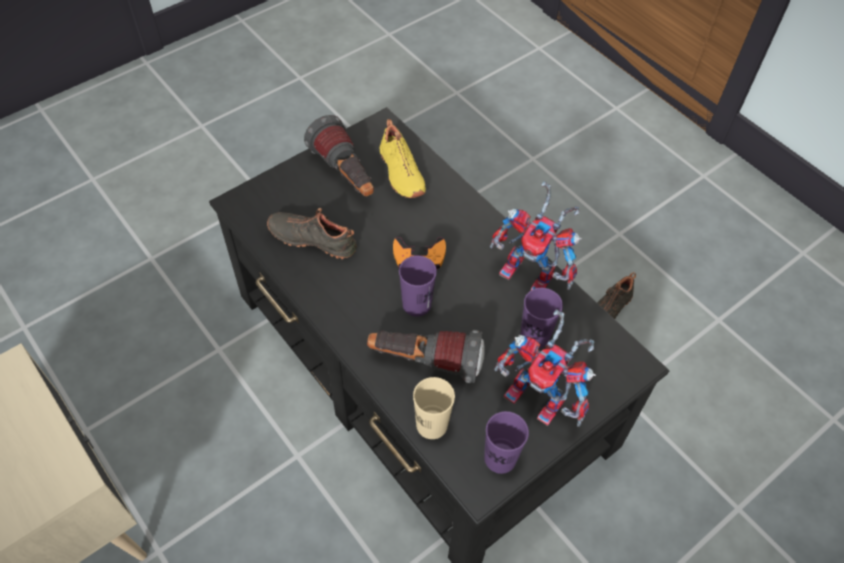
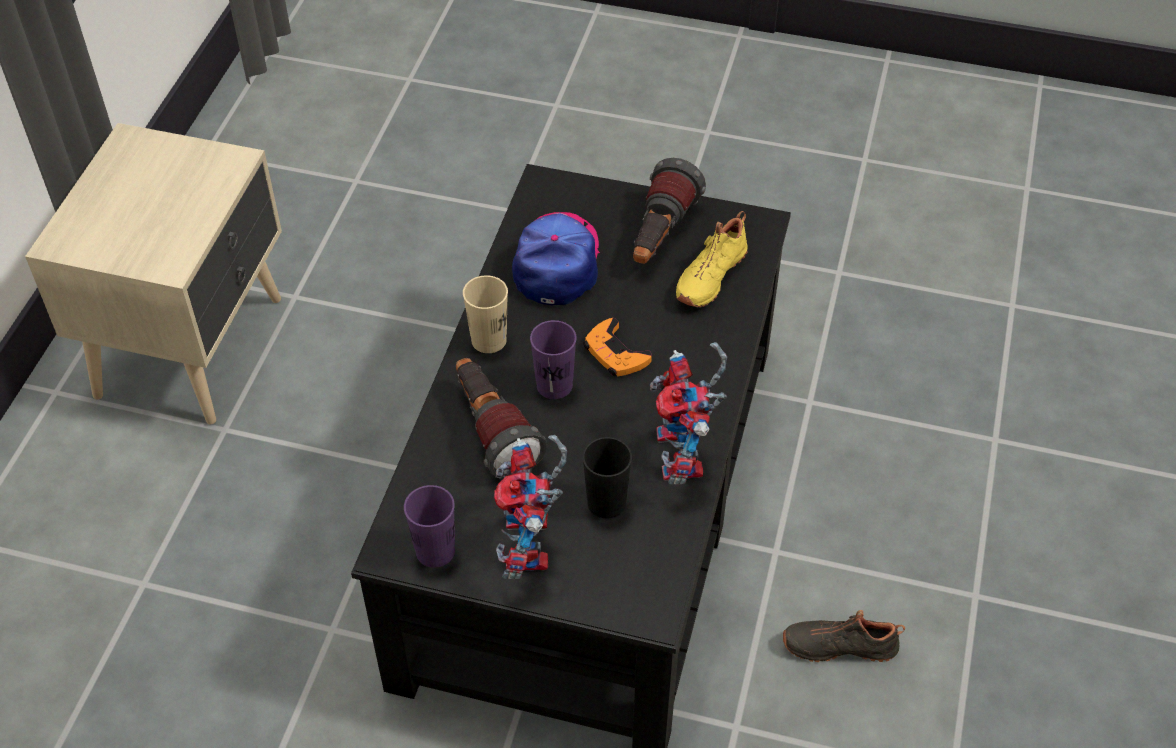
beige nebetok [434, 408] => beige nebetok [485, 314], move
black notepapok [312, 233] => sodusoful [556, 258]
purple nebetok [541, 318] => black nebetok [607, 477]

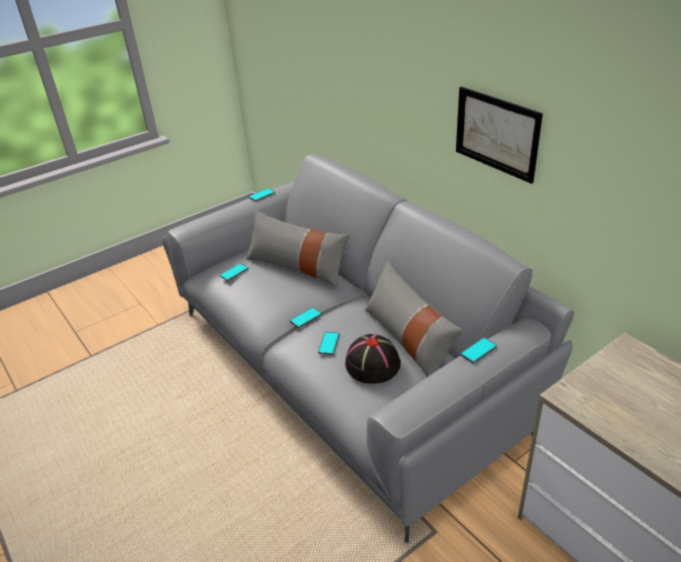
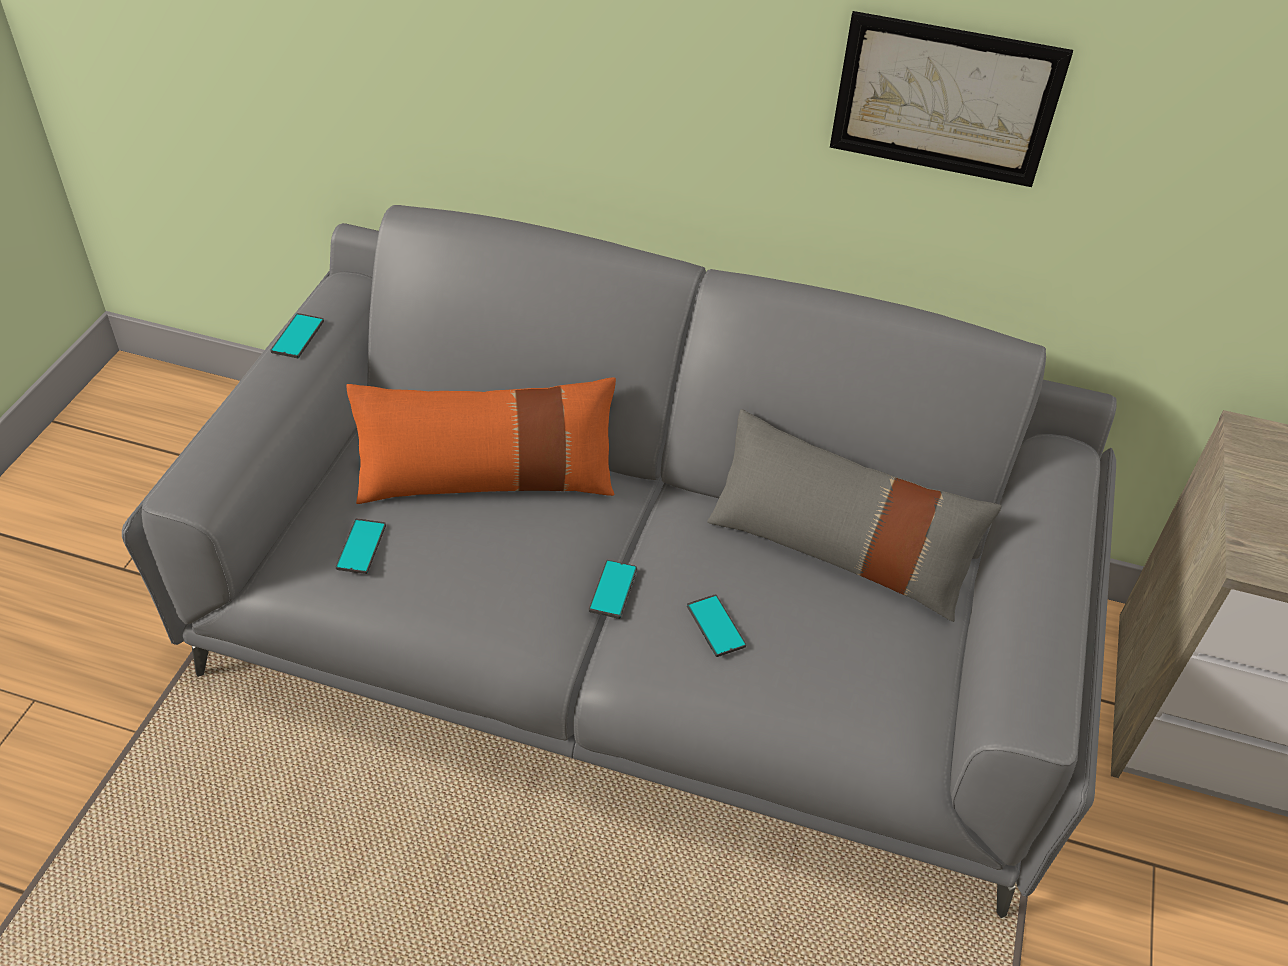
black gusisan [373, 359] => nothing
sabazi [478, 350] => nothing
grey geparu [297, 248] => orange geparu [481, 440]

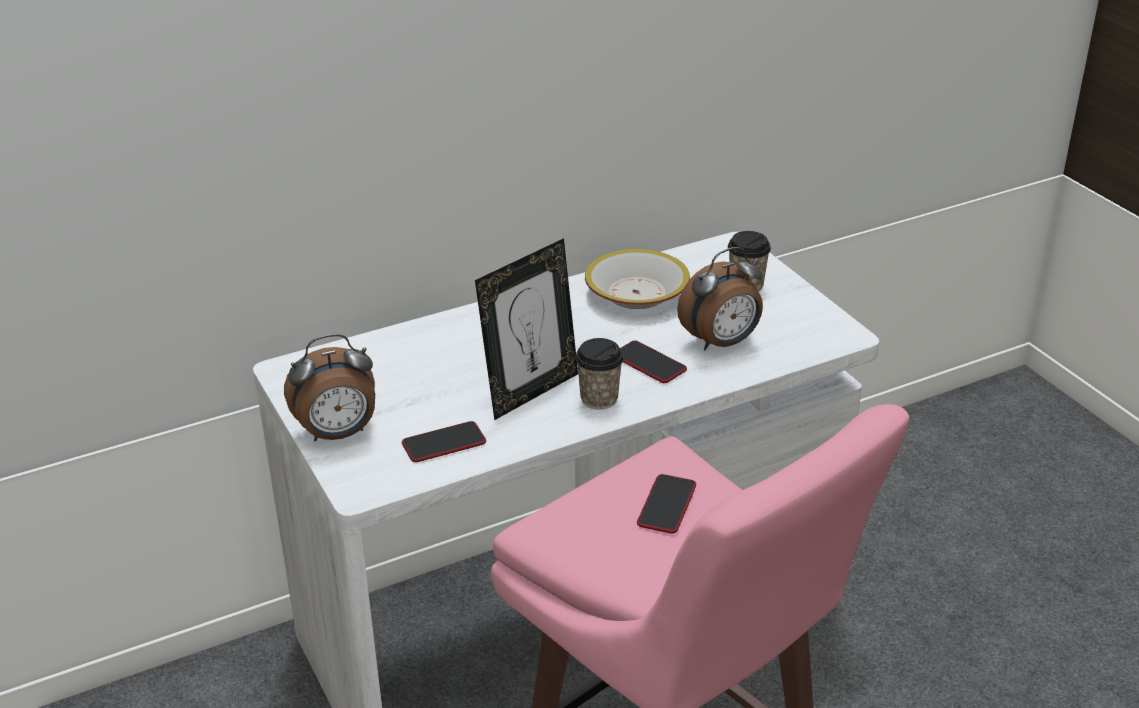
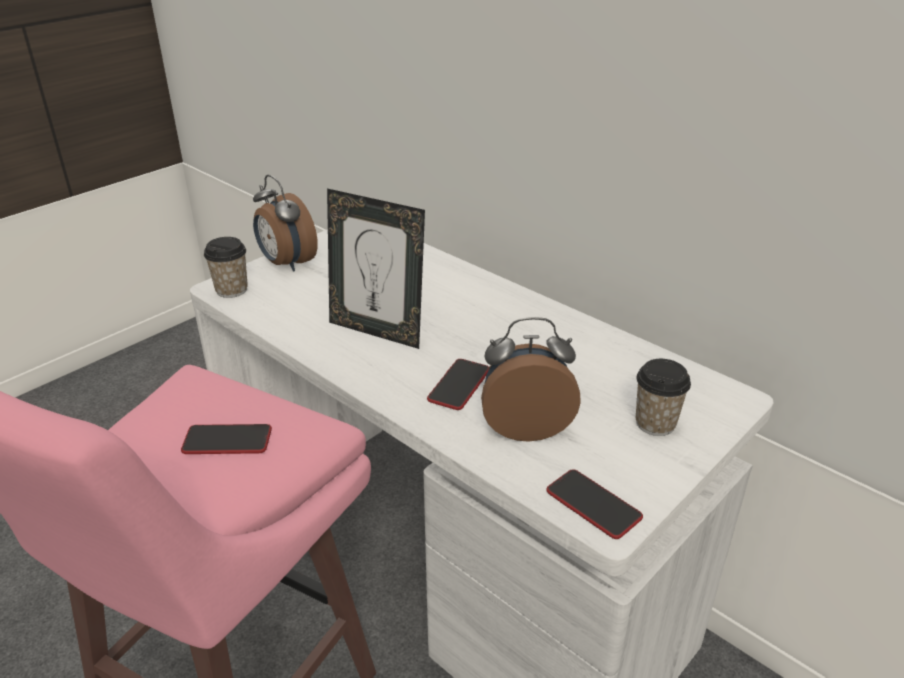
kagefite [637, 279] => nothing
sabazi [444, 441] => sabazi [594, 504], move
nebetok [599, 373] => nebetok [226, 267], move
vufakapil [720, 298] => vufakapil [531, 379], 135 degrees clockwise

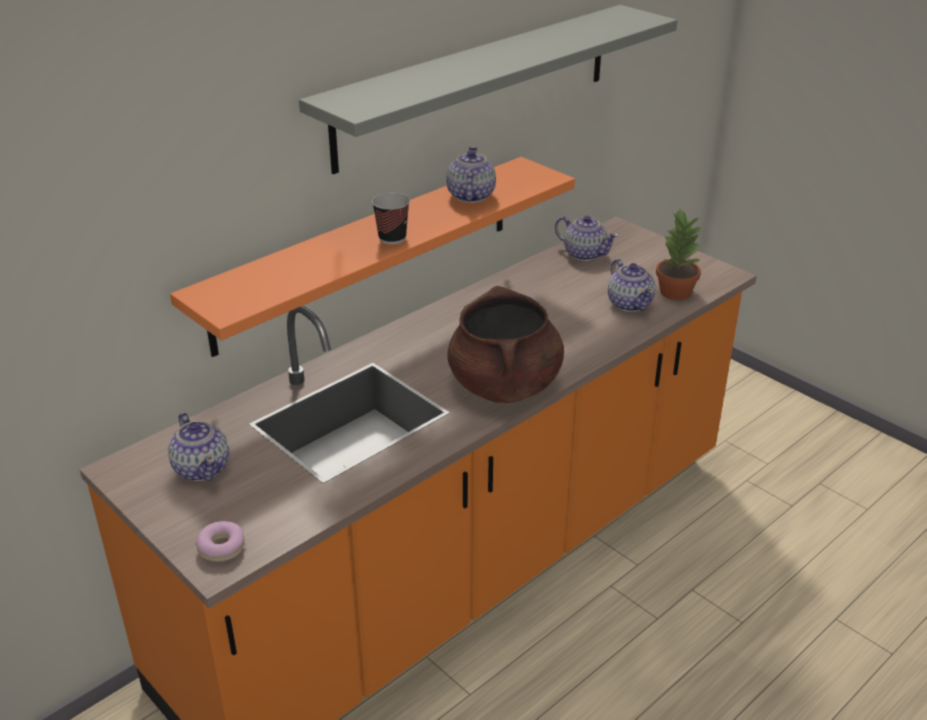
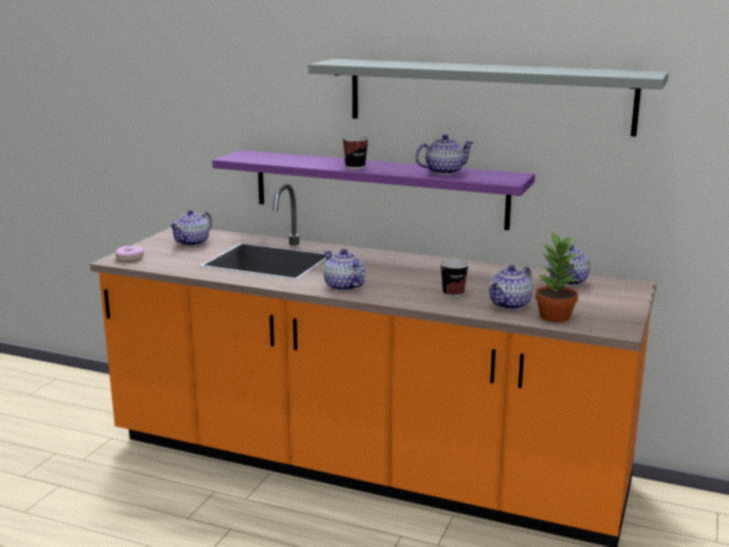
nothing => nebetok [454, 278]
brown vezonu [506, 344] => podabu [345, 270]
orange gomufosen [372, 257] => purple gomufosen [373, 190]

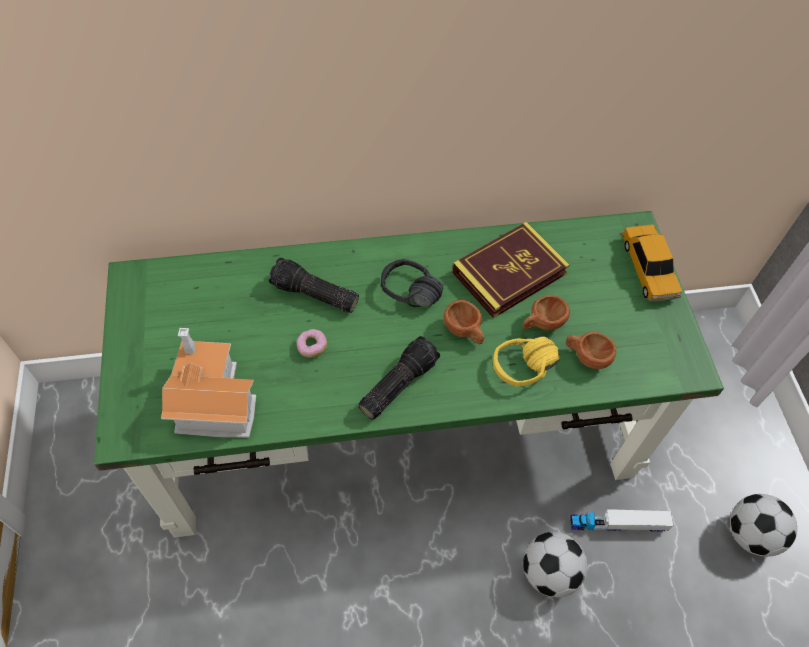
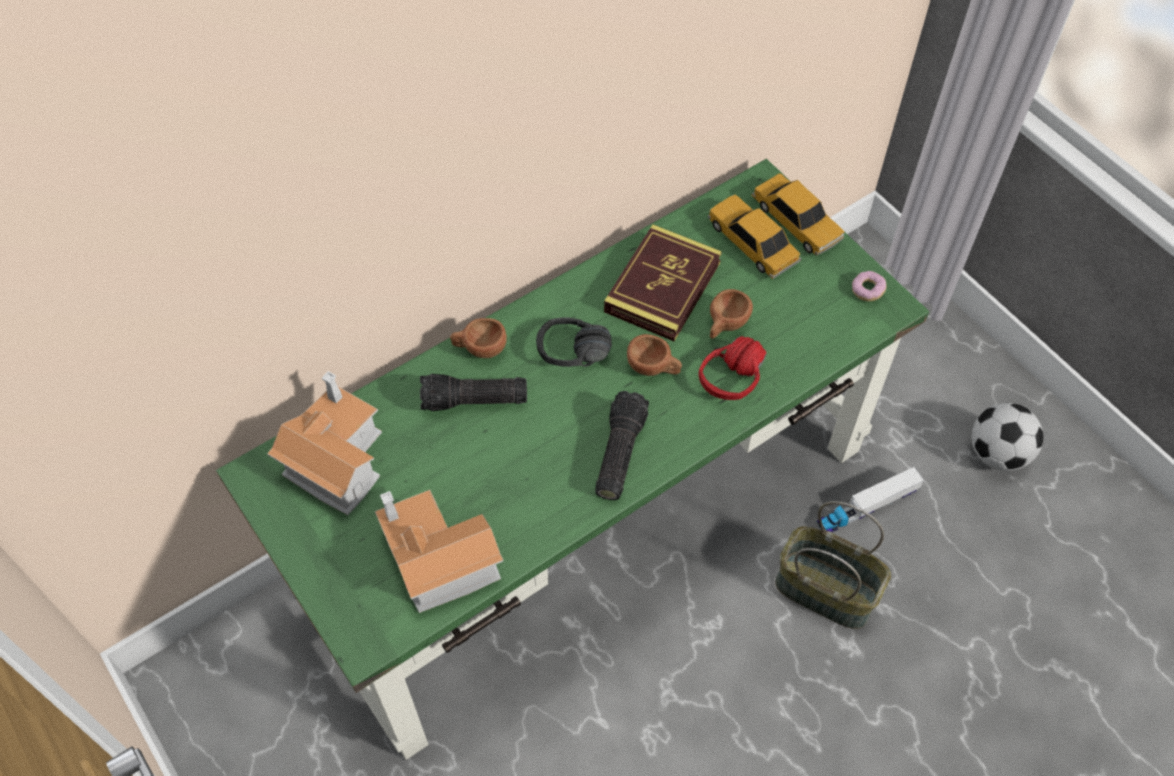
nothing => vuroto [324, 443]
nothing => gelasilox [754, 237]
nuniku [312, 343] => nuniku [869, 286], move
brown nebetok [591, 350] => brown nebetok [478, 338], move
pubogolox [555, 564] => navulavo [833, 565]
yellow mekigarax [526, 361] => red mekigarax [732, 368]

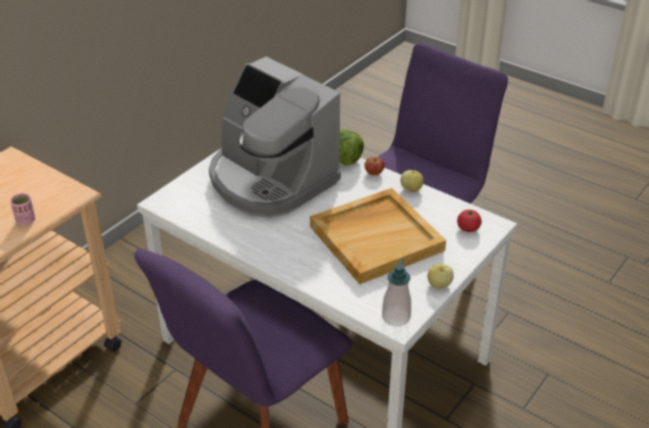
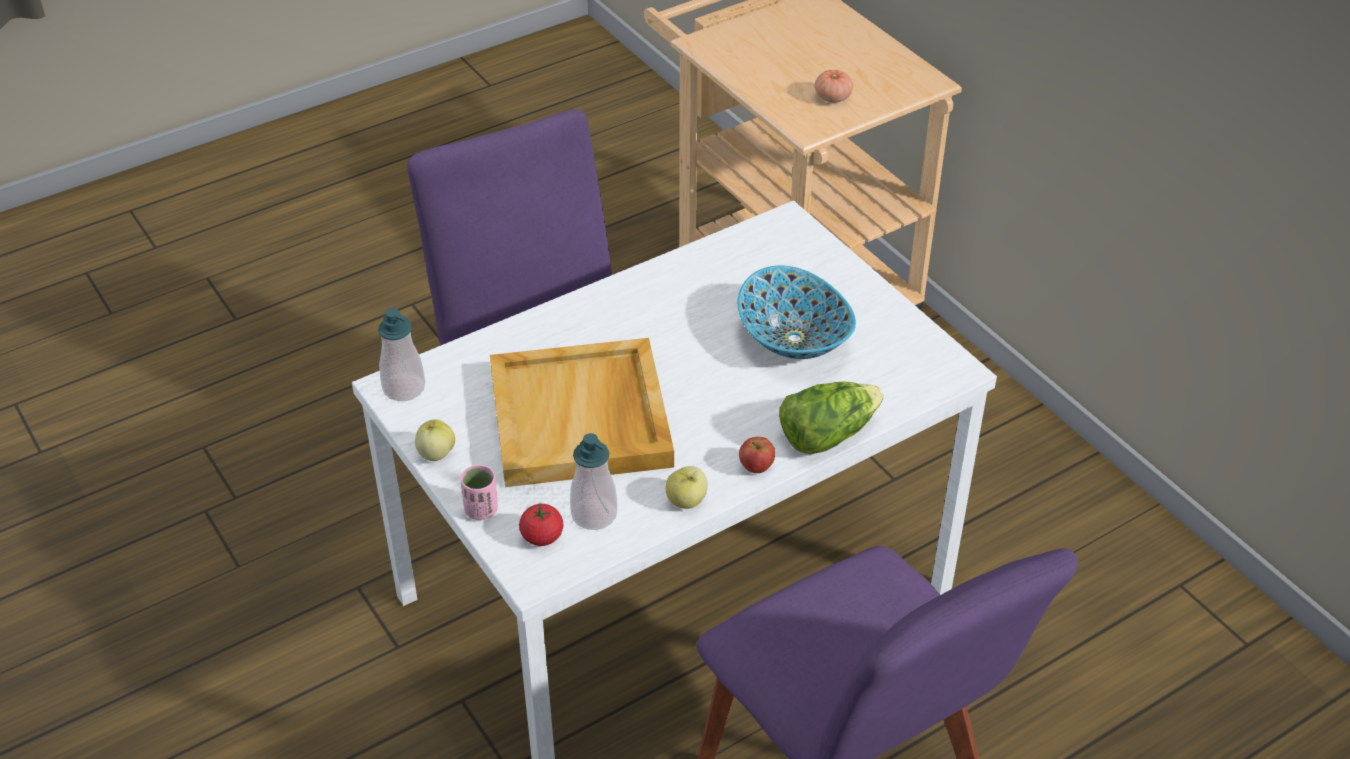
nothing => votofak [593, 481]
nothing => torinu [834, 86]
pink nebetok [22, 209] => pink nebetok [479, 492], move
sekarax [275, 136] => kagefite [796, 312]

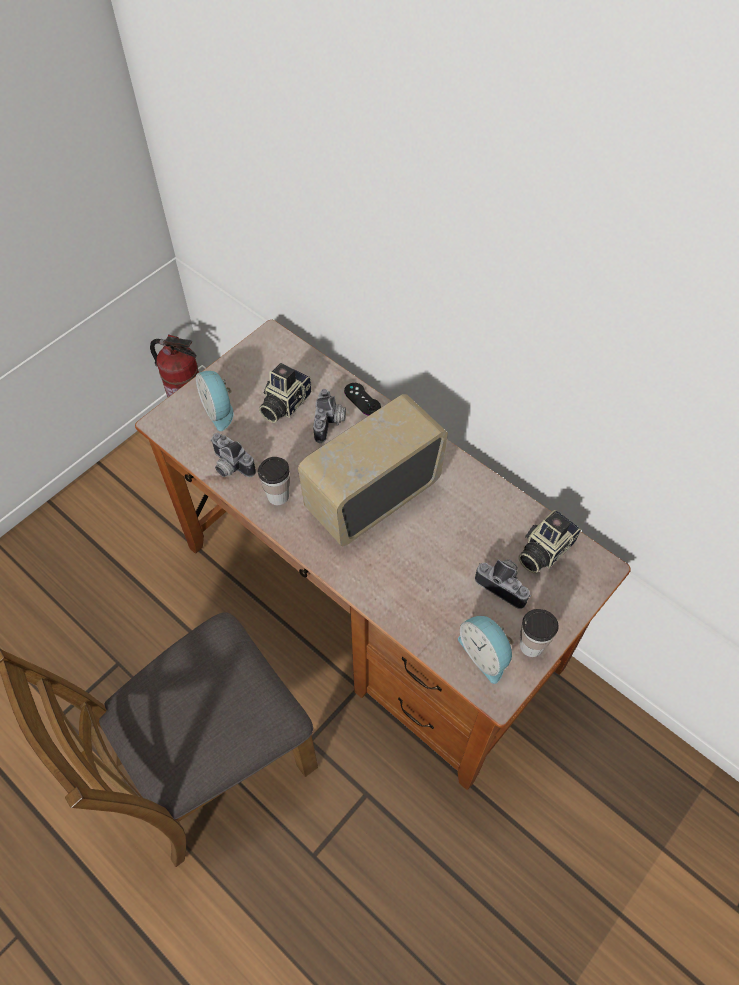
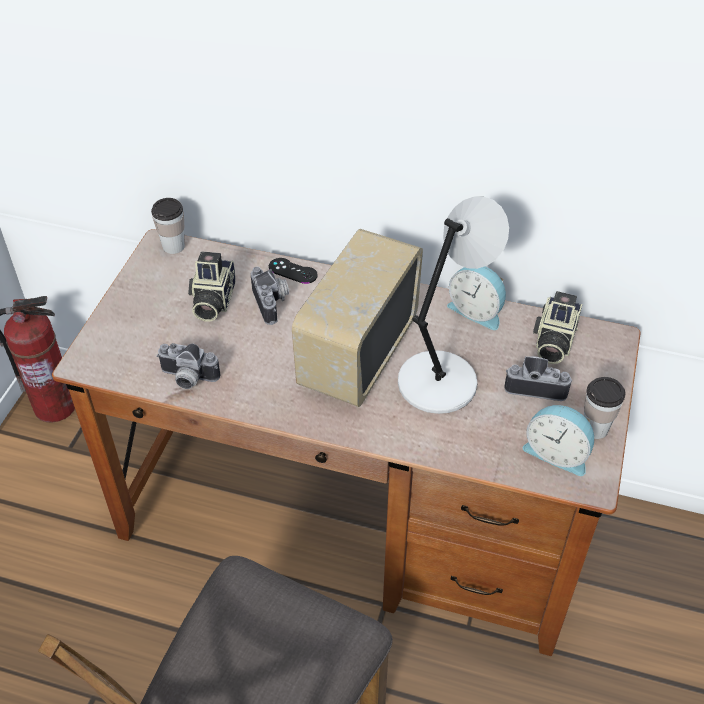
nothing => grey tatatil [453, 305]
vufakapil [215, 401] => vufakapil [476, 298], move
nebetok [274, 481] => nebetok [168, 226], move

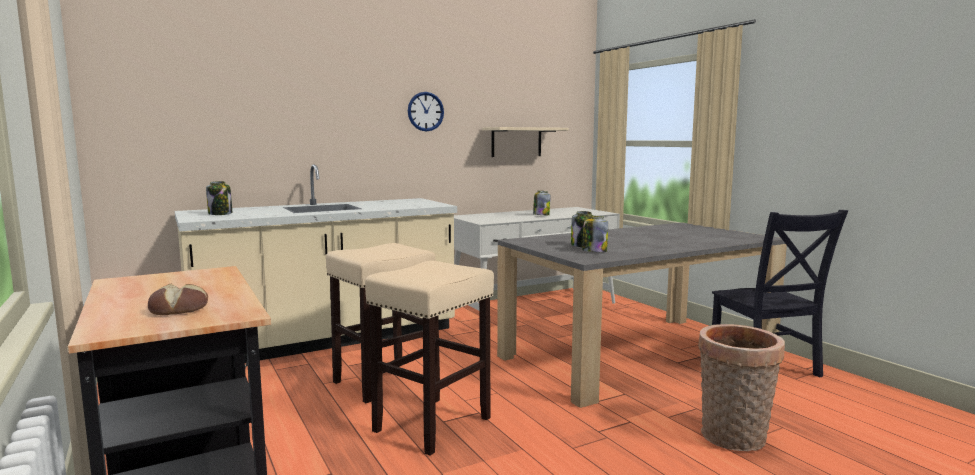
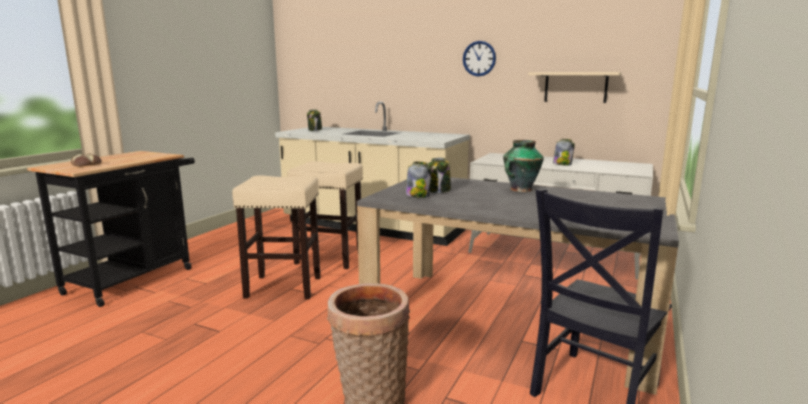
nothing => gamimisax [523, 166]

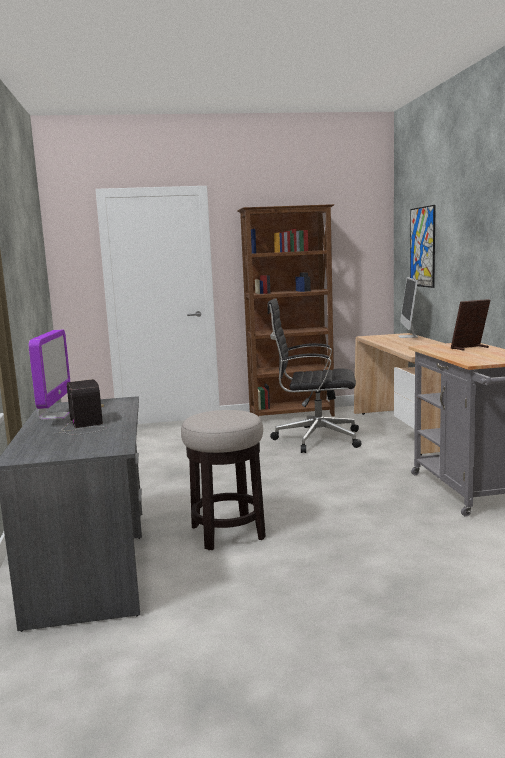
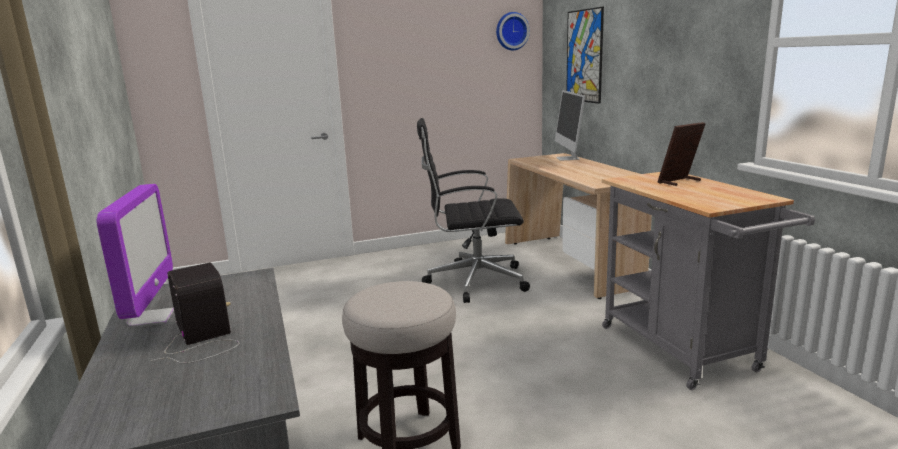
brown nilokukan [286, 310] => nothing
nothing => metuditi [513, 31]

